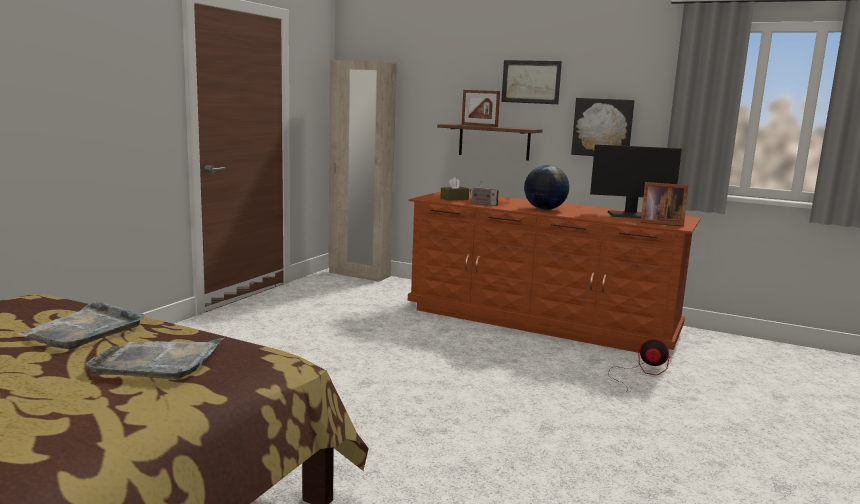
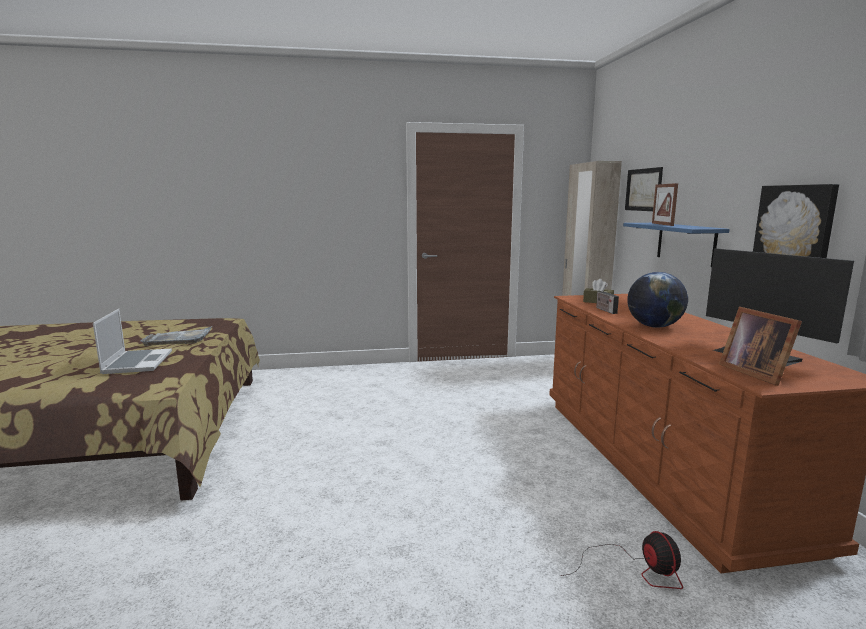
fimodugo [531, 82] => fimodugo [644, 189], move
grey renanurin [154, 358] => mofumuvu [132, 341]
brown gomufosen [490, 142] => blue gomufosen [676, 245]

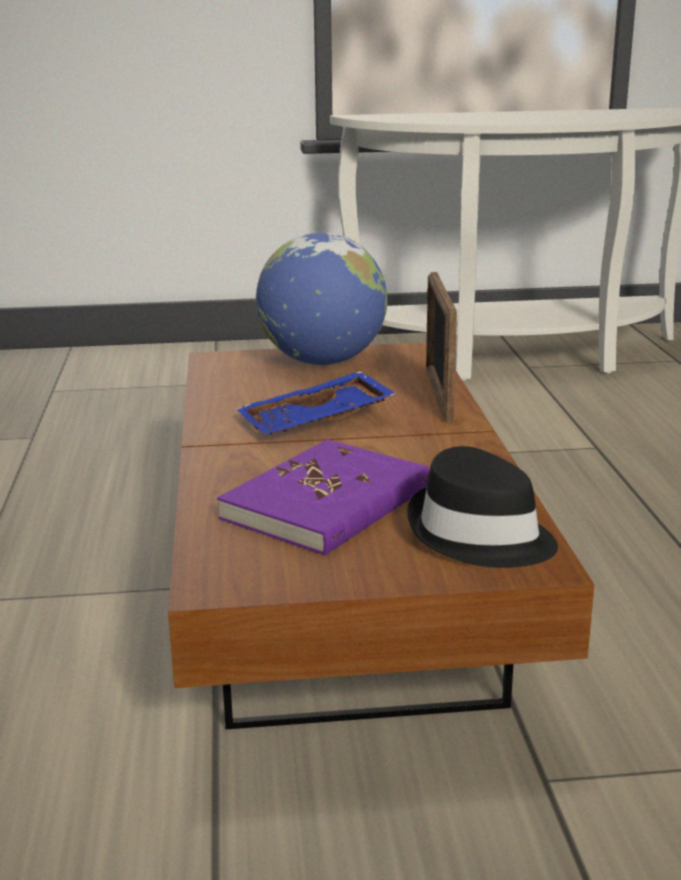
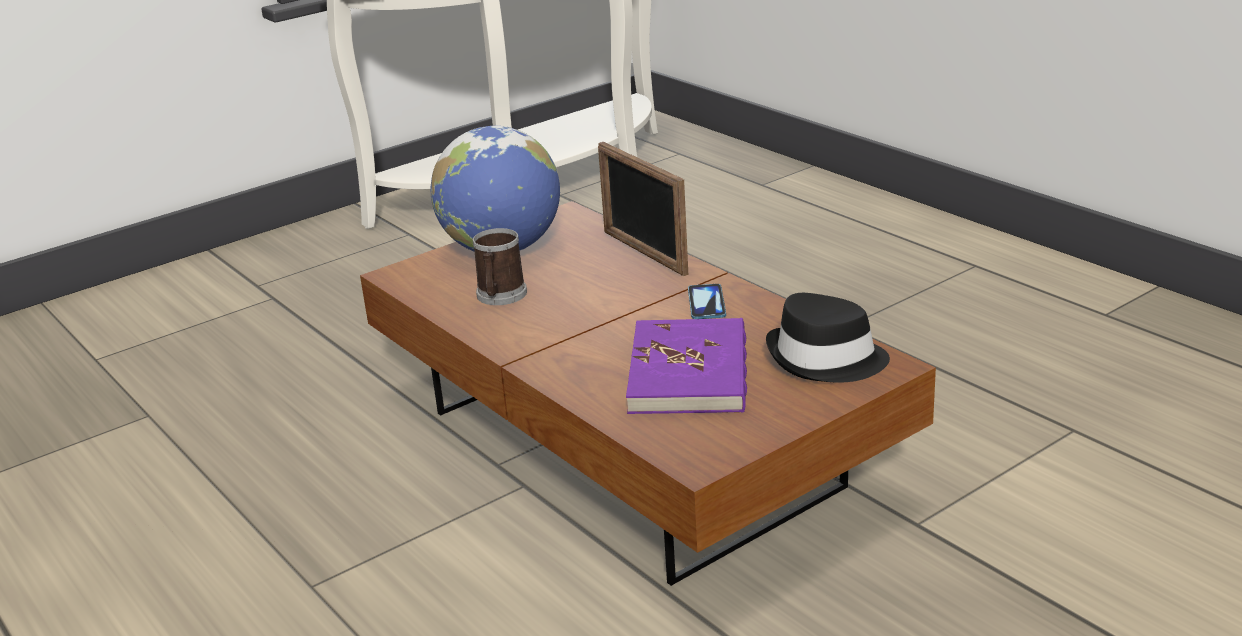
blue renanurin [316, 402] => nothing
nothing => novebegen [500, 266]
nothing => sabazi [707, 301]

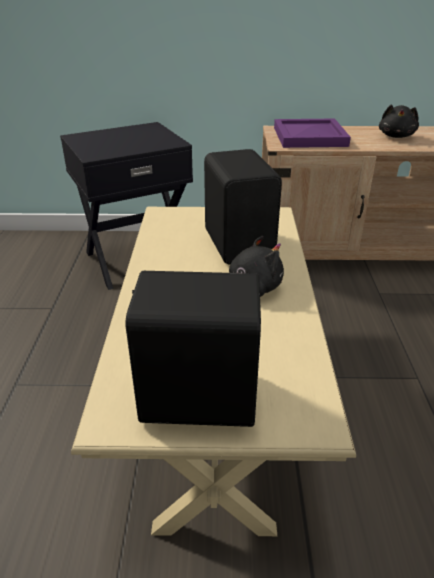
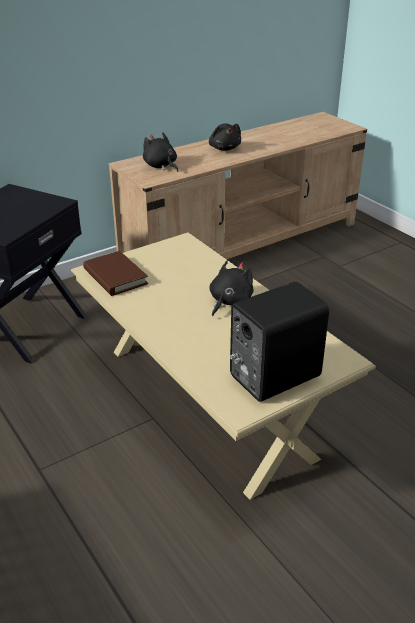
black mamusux [243, 206] => nothing
nothing => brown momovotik [115, 273]
purple renanurin [312, 133] => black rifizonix [160, 152]

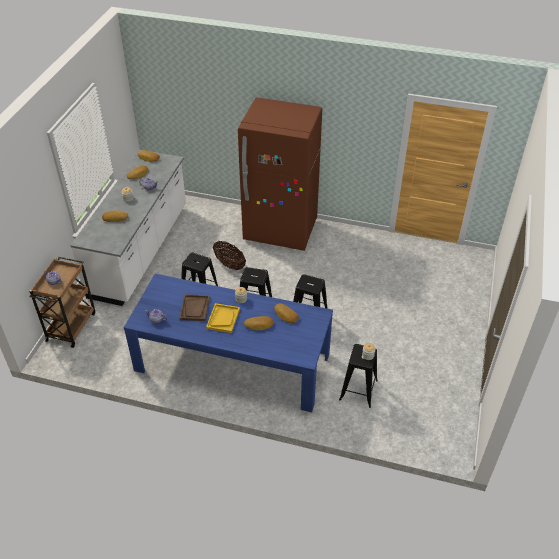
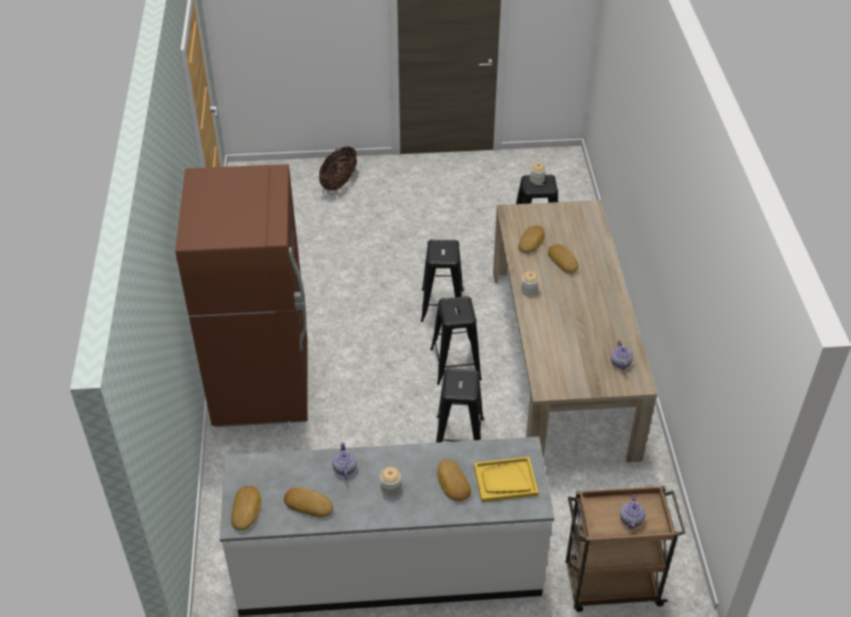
brown renanurin [195, 307] => nothing
yellow renanurin [223, 318] => yellow renanurin [506, 479], move
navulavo [229, 255] => navulavo [338, 168], move
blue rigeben [228, 343] => beige rigeben [575, 331]

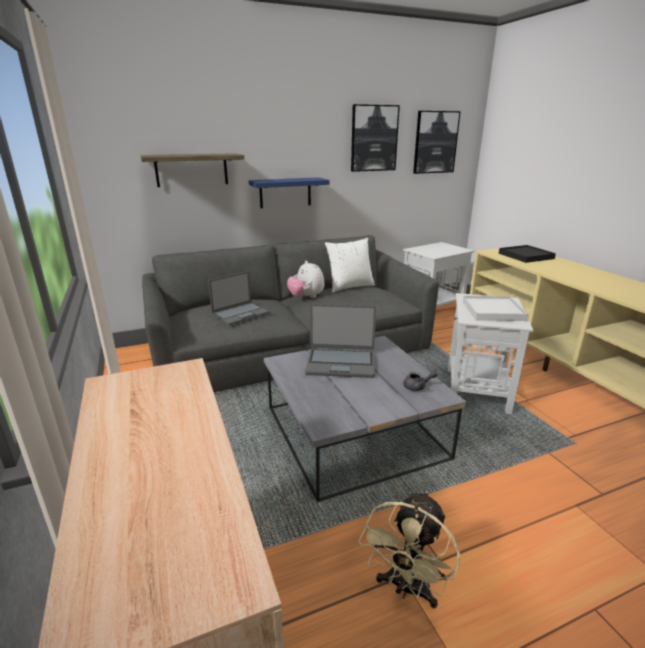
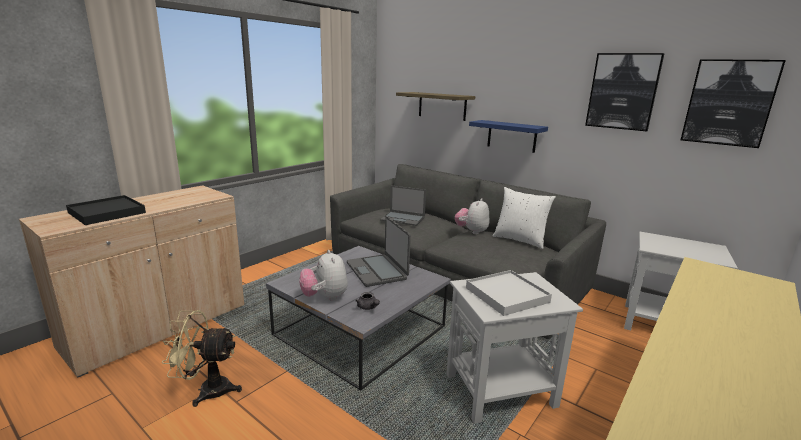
nothing => rifizonix [324, 275]
black renanurin [527, 254] => black renanurin [106, 210], move

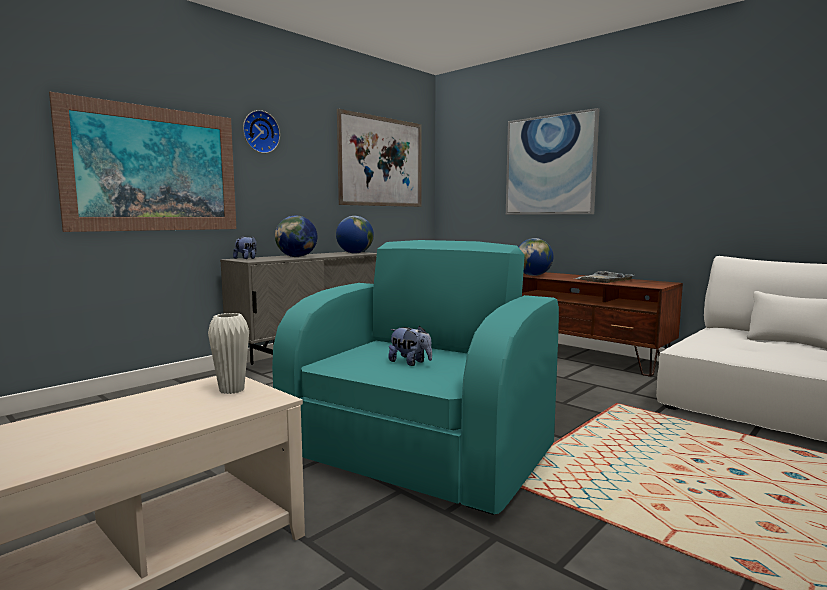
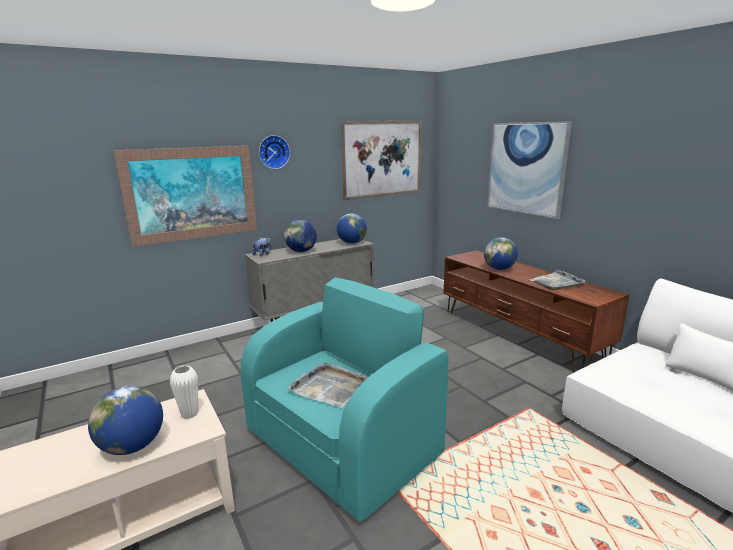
nothing => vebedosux [125, 420]
rifizonix [410, 346] => grey renanurin [328, 385]

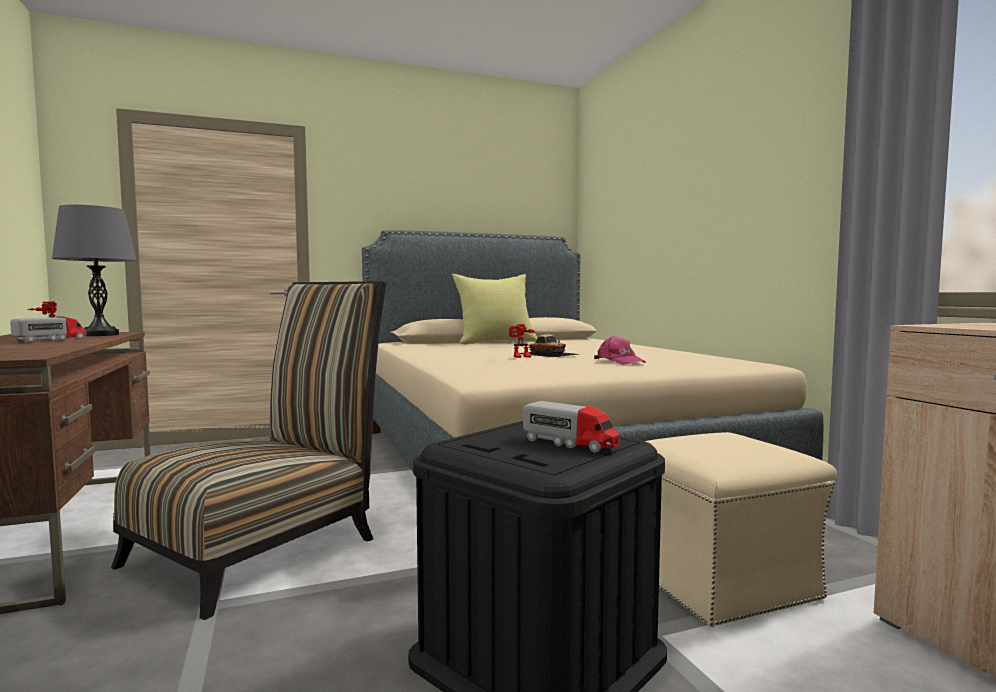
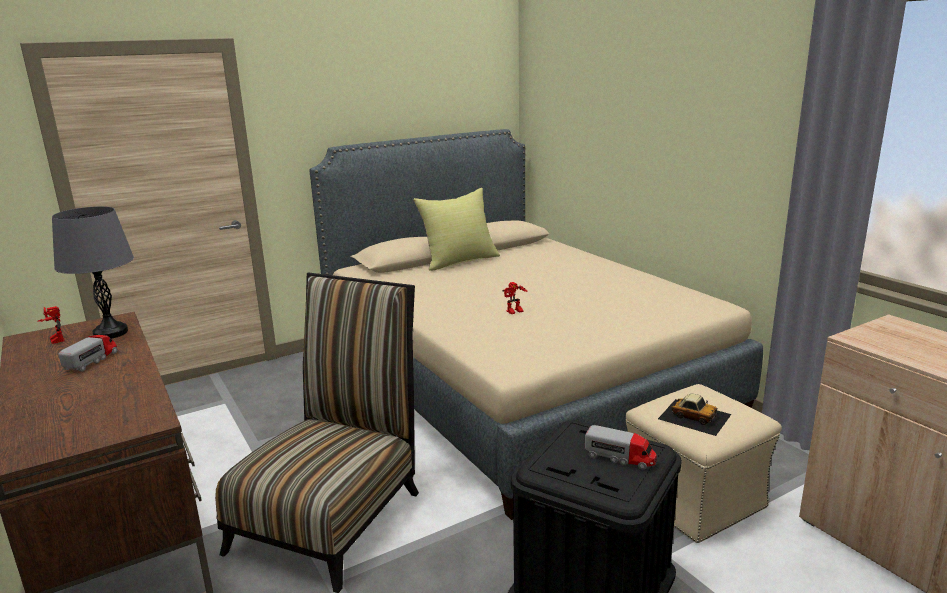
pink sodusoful [620, 350] => nothing
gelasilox [549, 346] => gelasilox [694, 415], move

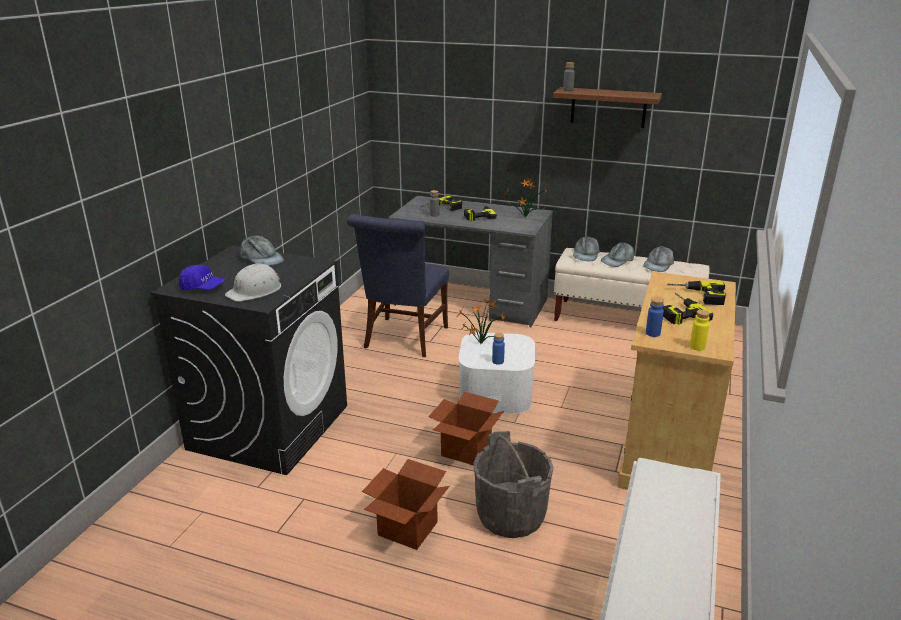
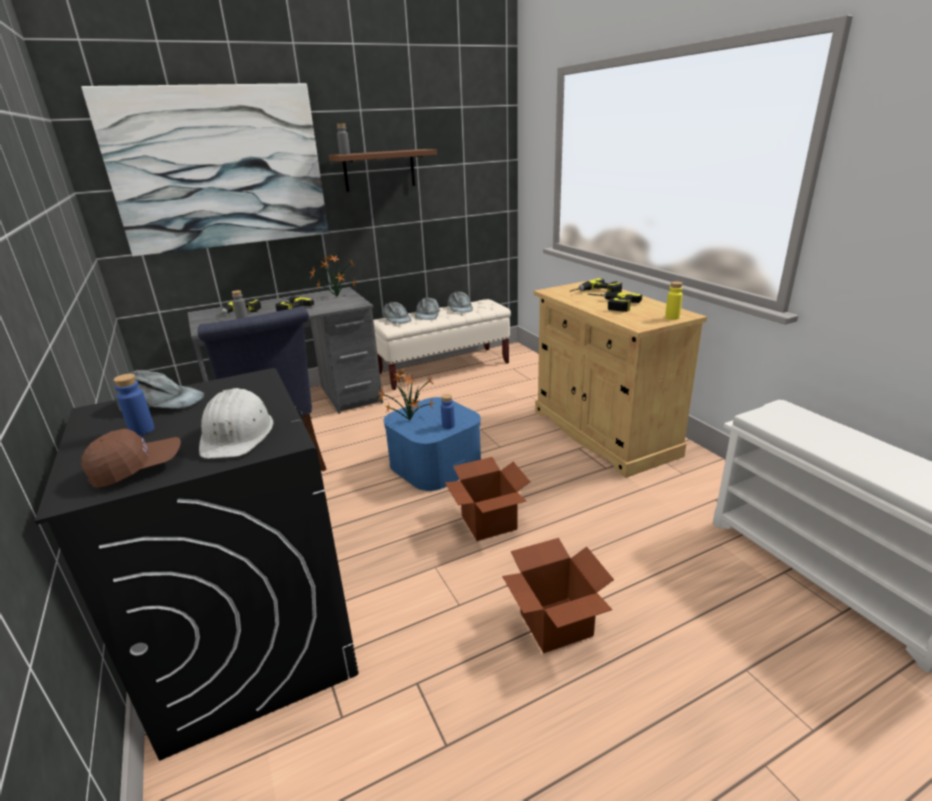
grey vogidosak [513, 484] => nothing
nothing => fimodugo [205, 170]
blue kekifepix [655, 317] => blue kekifepix [134, 405], move
blue sodusoful [202, 277] => brown sodusoful [131, 458]
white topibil [496, 373] => blue topibil [432, 444]

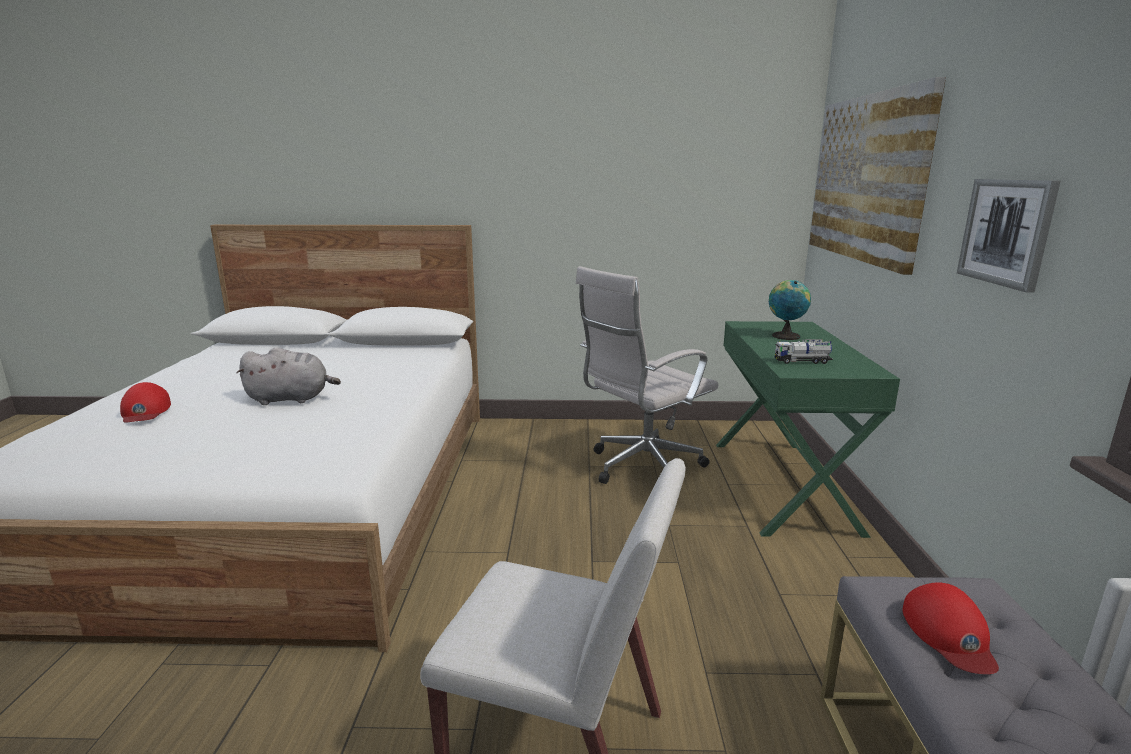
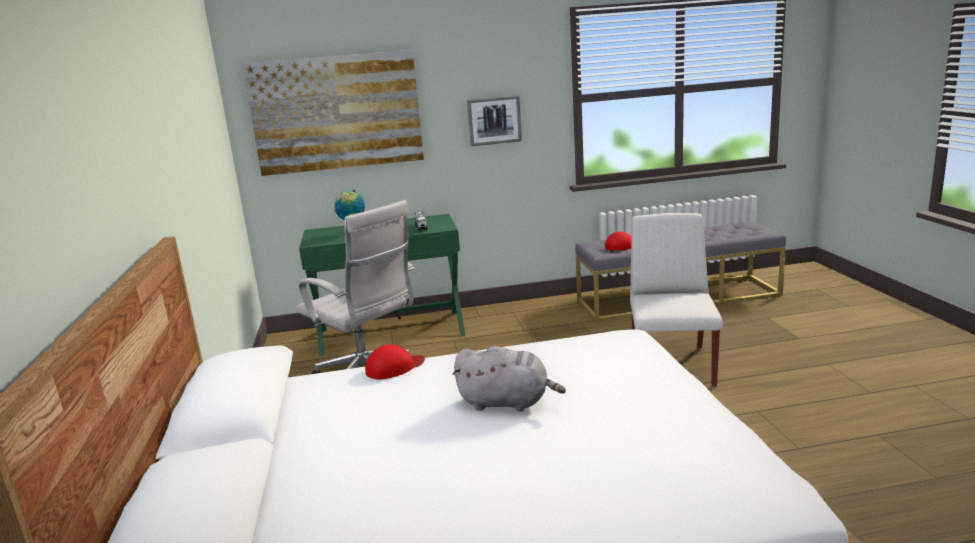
red sodusoful [145, 402] => red sodusoful [395, 361], move
grey rifizonix [288, 376] => grey rifizonix [509, 379], 120 degrees clockwise

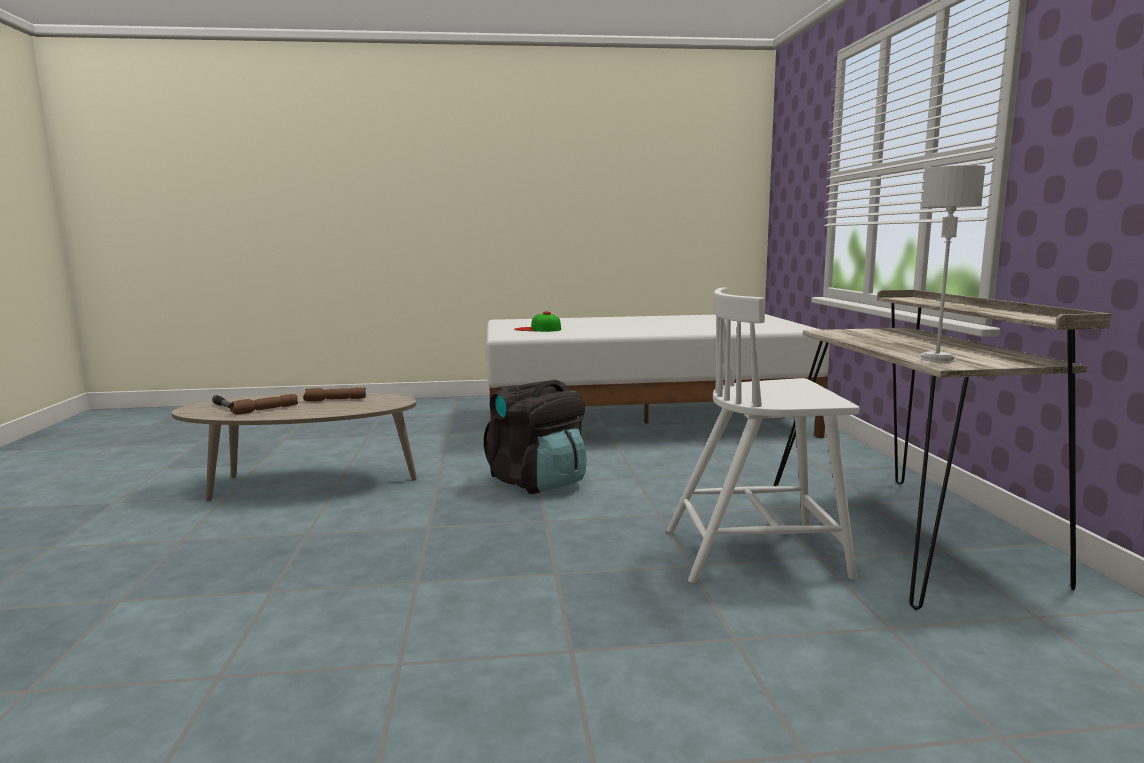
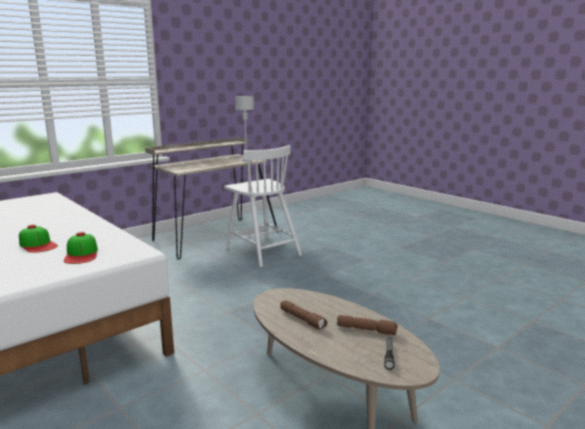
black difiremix [535, 437] => nothing
nothing => sodusoful [38, 239]

